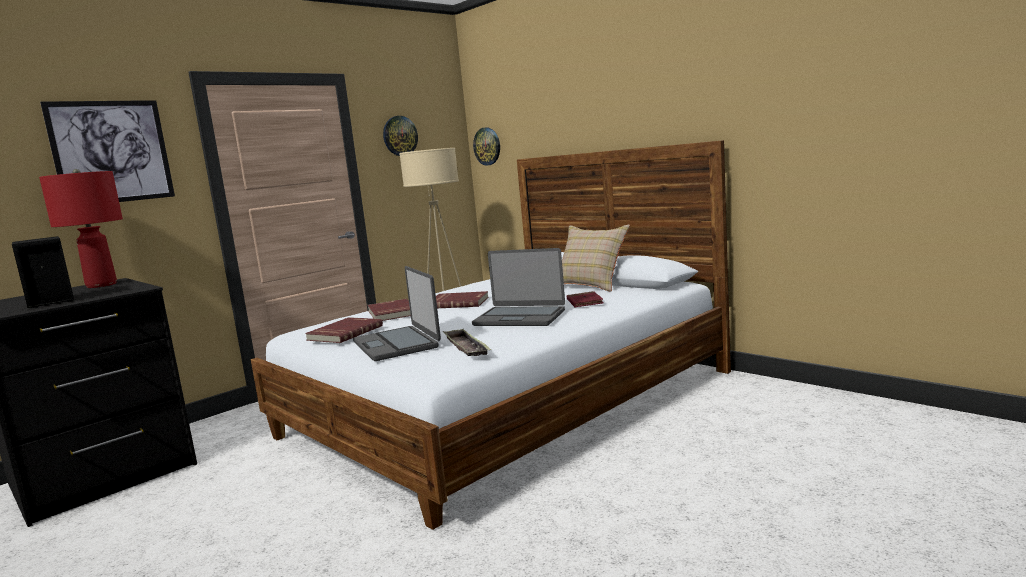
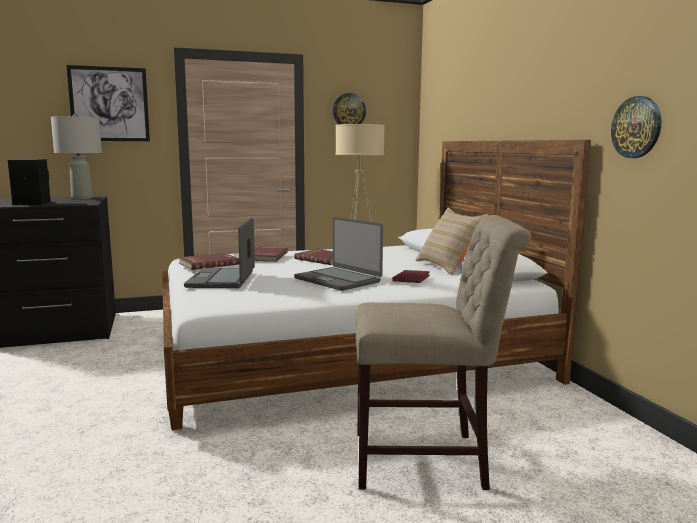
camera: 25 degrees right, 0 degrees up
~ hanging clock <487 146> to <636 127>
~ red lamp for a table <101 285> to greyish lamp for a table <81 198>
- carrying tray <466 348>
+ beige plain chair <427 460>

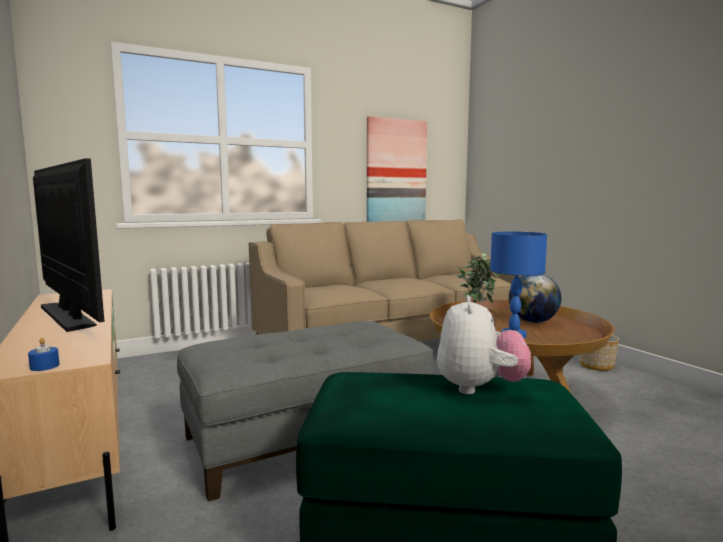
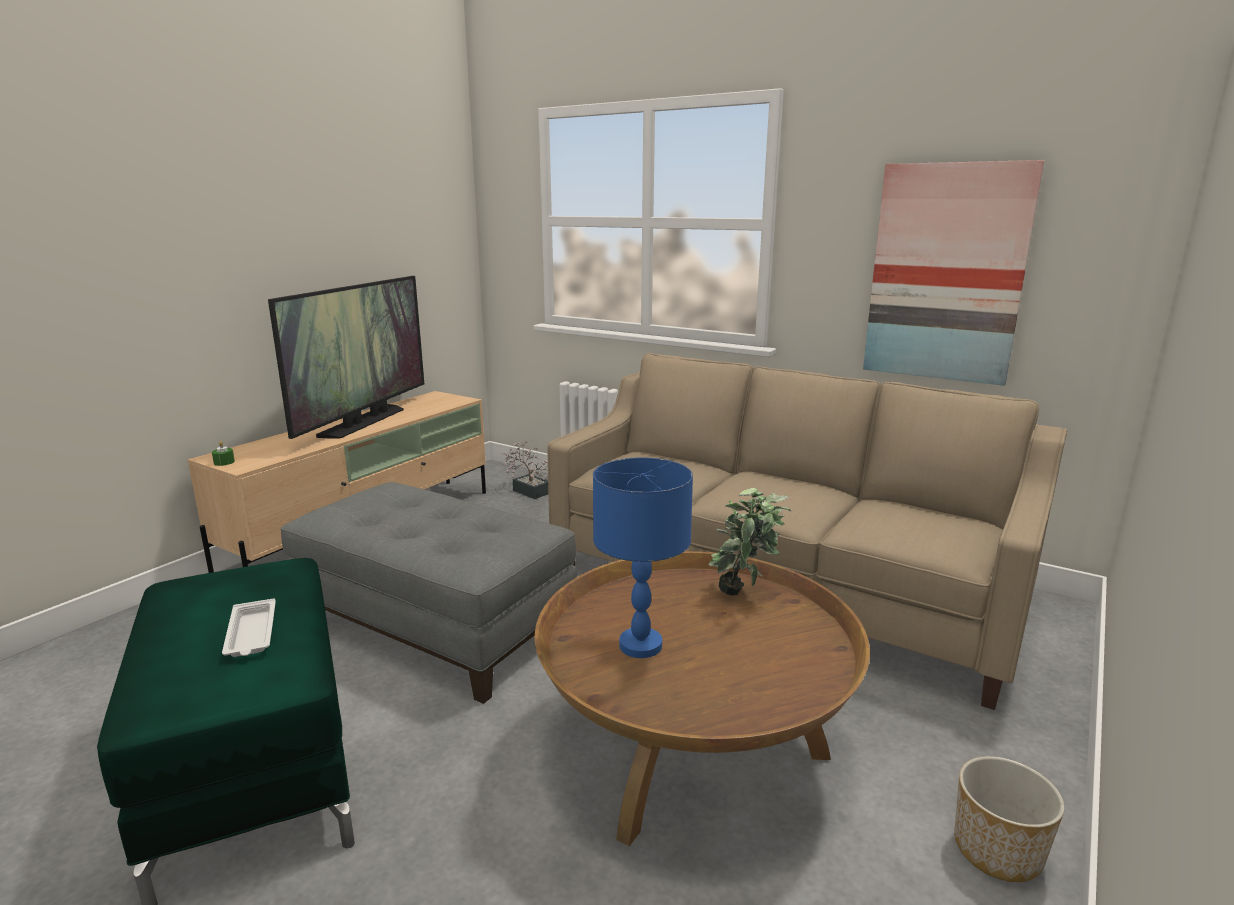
camera: 60 degrees right, 10 degrees up
- desk globe <533 322>
~ plush toy <479 388> to white carrying tray <251 634>
~ blue candle <44 366> to greenish candle <224 462>
+ houseplant <529 490>

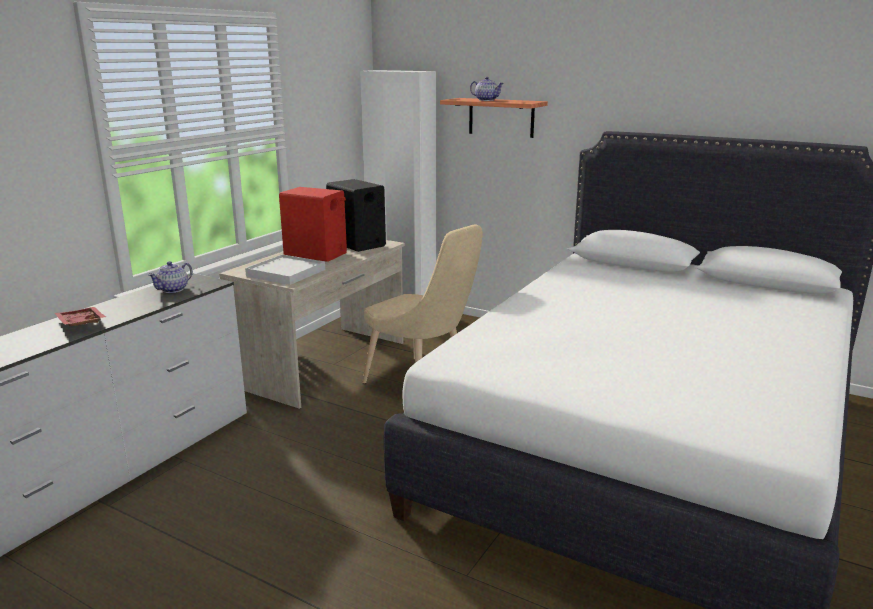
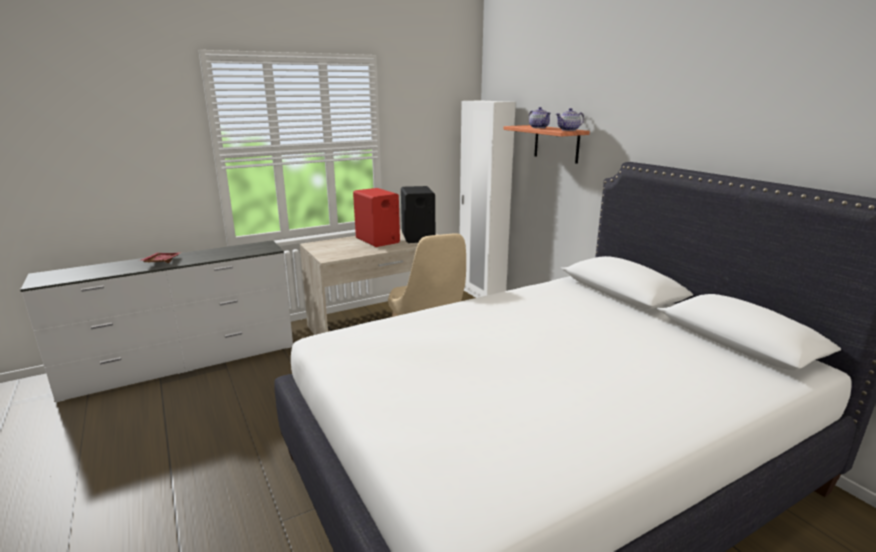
camera: 30 degrees right, 0 degrees up
- white carrying tray <286 273>
~ pot for tea <173 289> to <569 130>

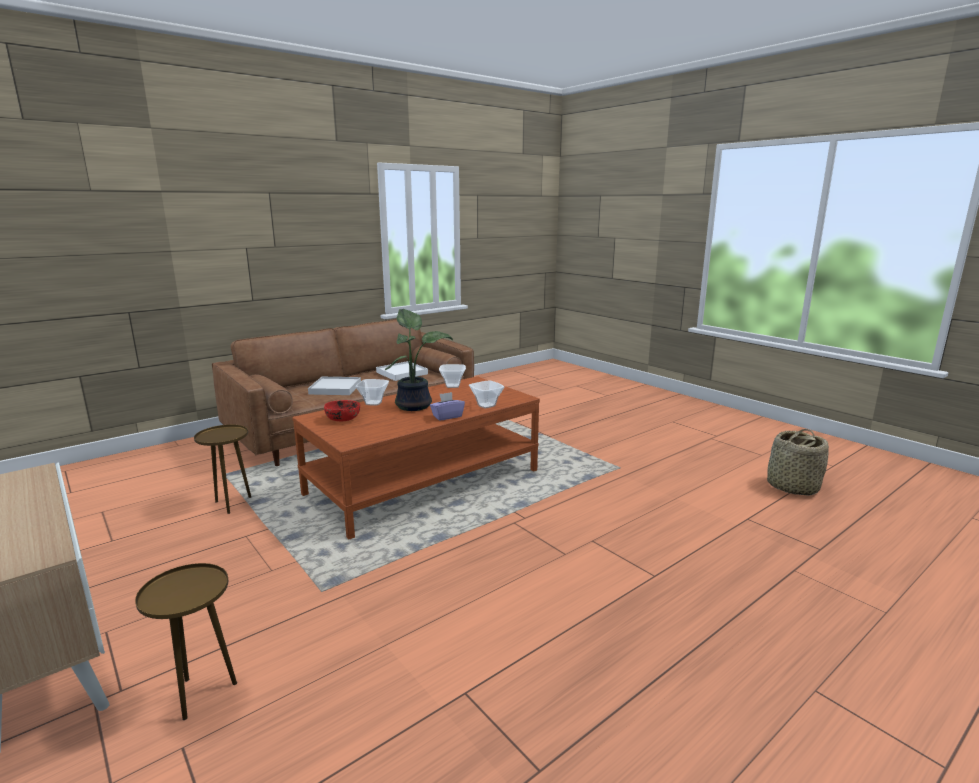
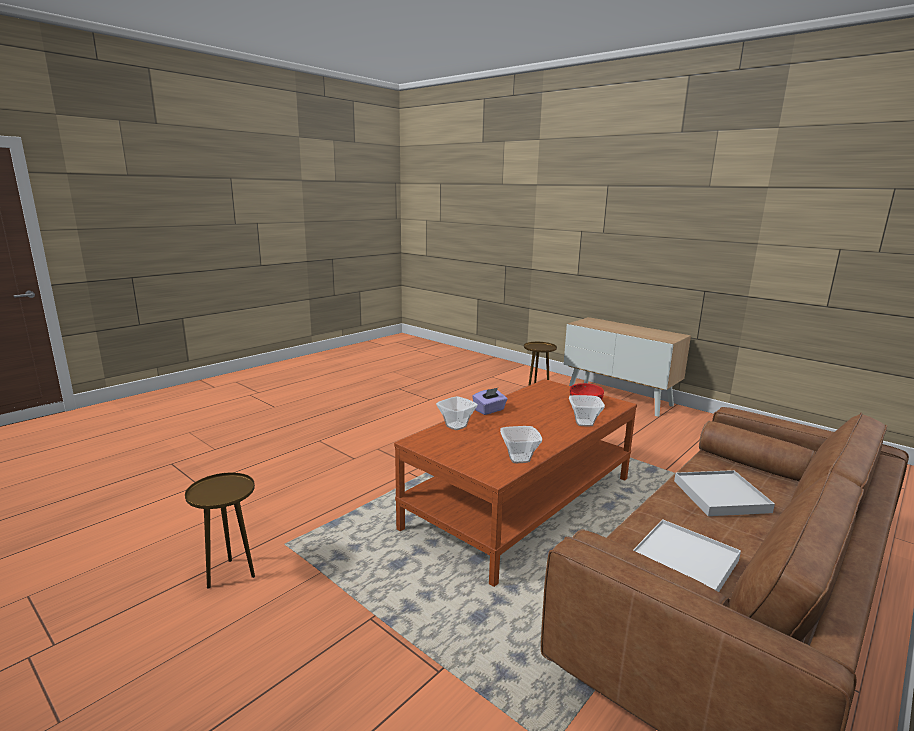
camera: 170 degrees right, 0 degrees up
- houseplant <415 405>
~ brownish side table <231 504> to <231 574>
- household basket <792 487>

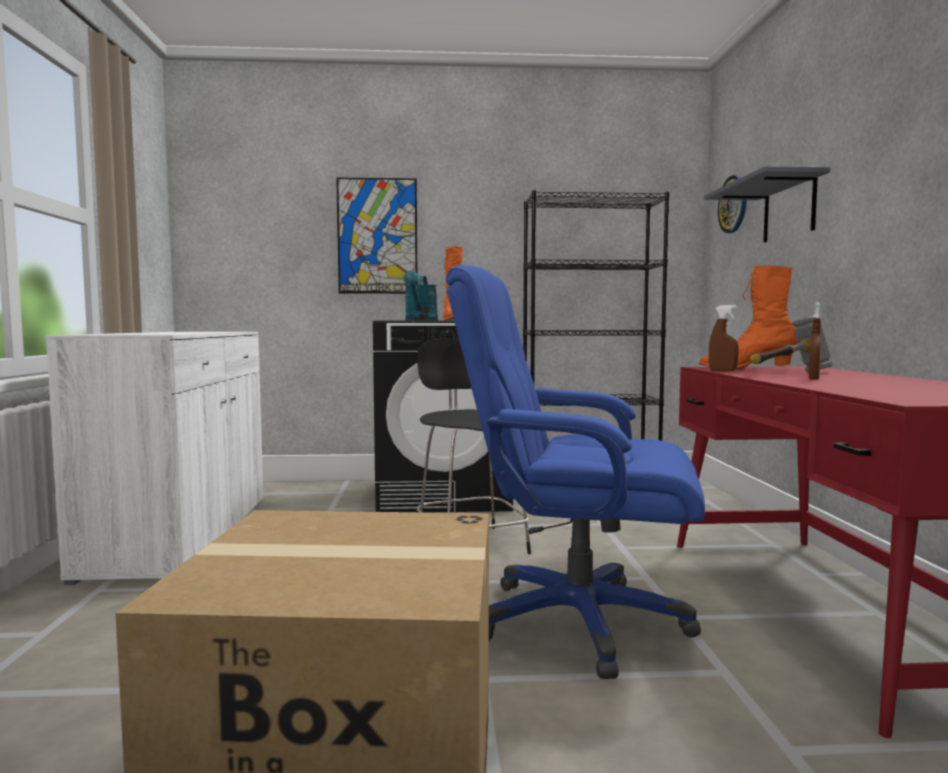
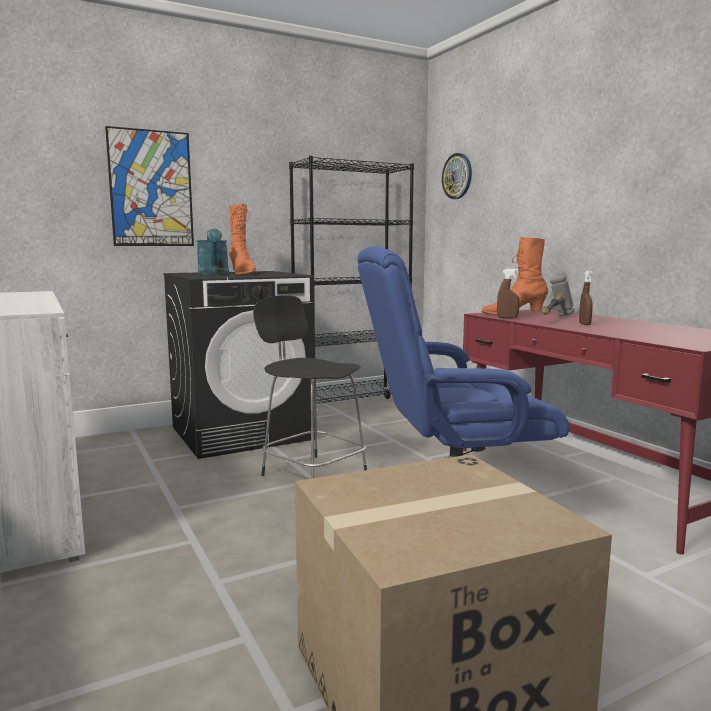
camera: 25 degrees left, 5 degrees up
- greyish bracket shelf <789 209>

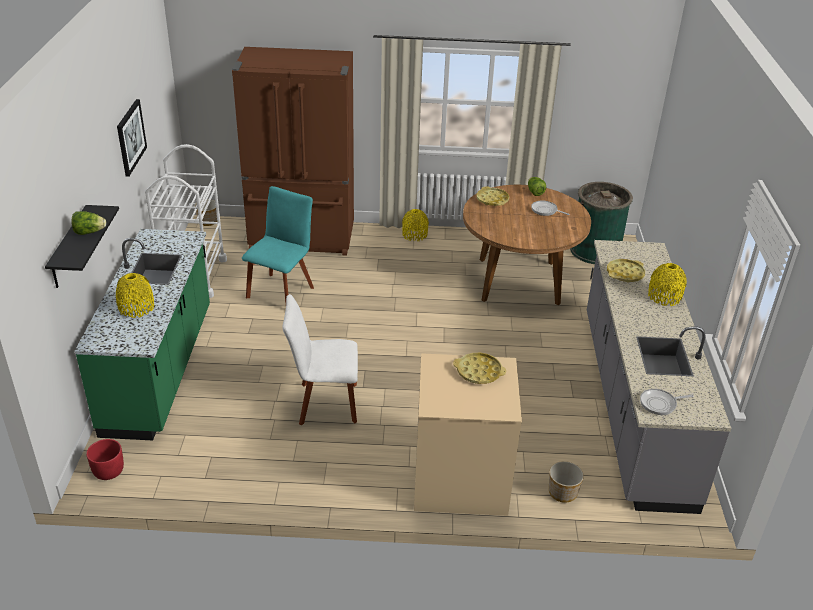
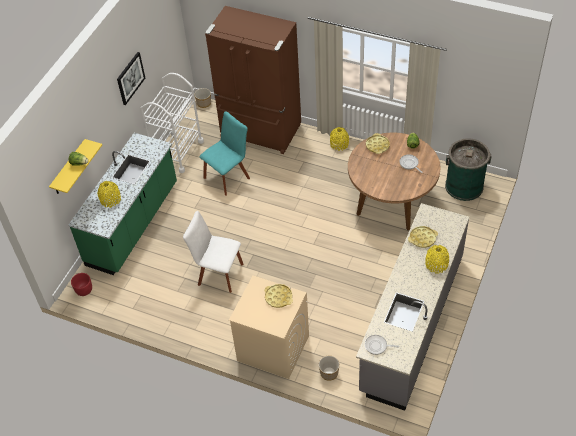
camera: 25 degrees right, 15 degrees up
~ black bracket shelf <69 248> to yellow bracket shelf <69 168>

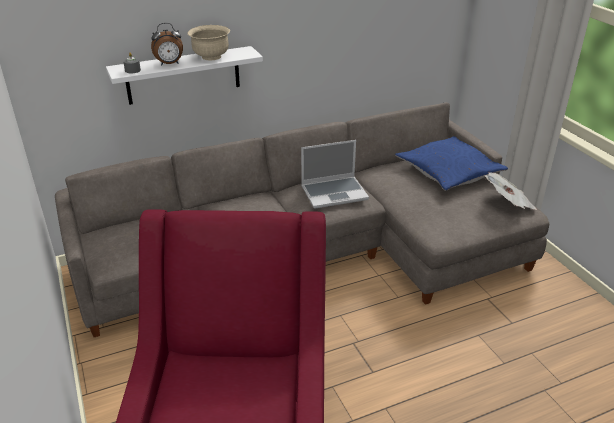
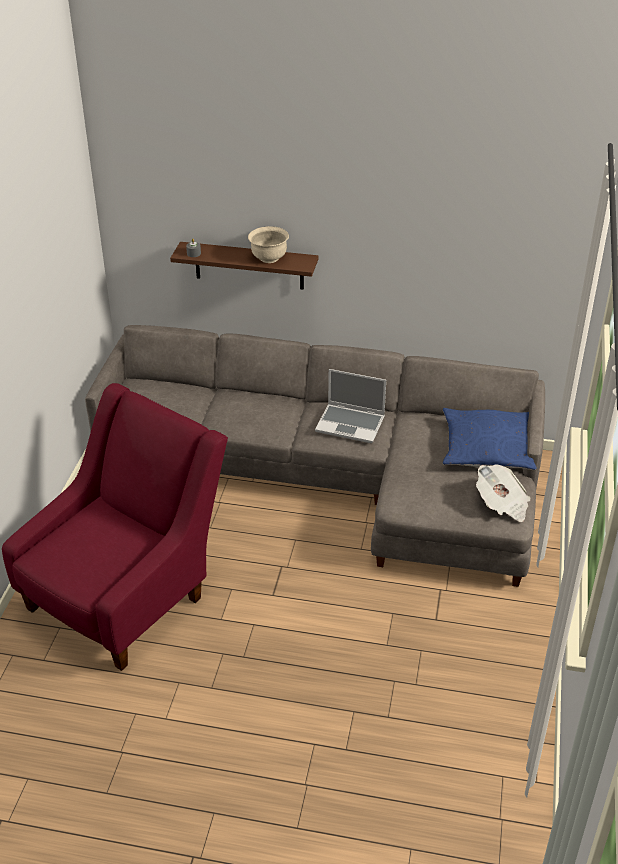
camera: 35 degrees right, 5 degrees up
- bedside clock <169 64>
~ white bracket shelf <183 75> to brownish bracket shelf <249 265>

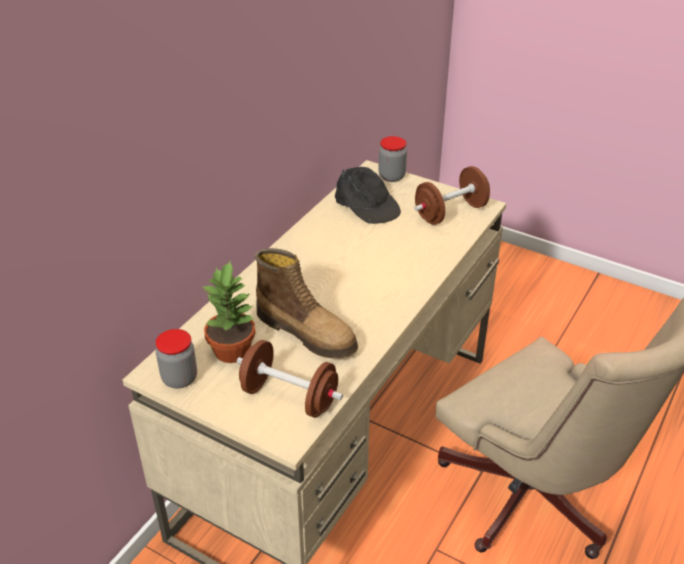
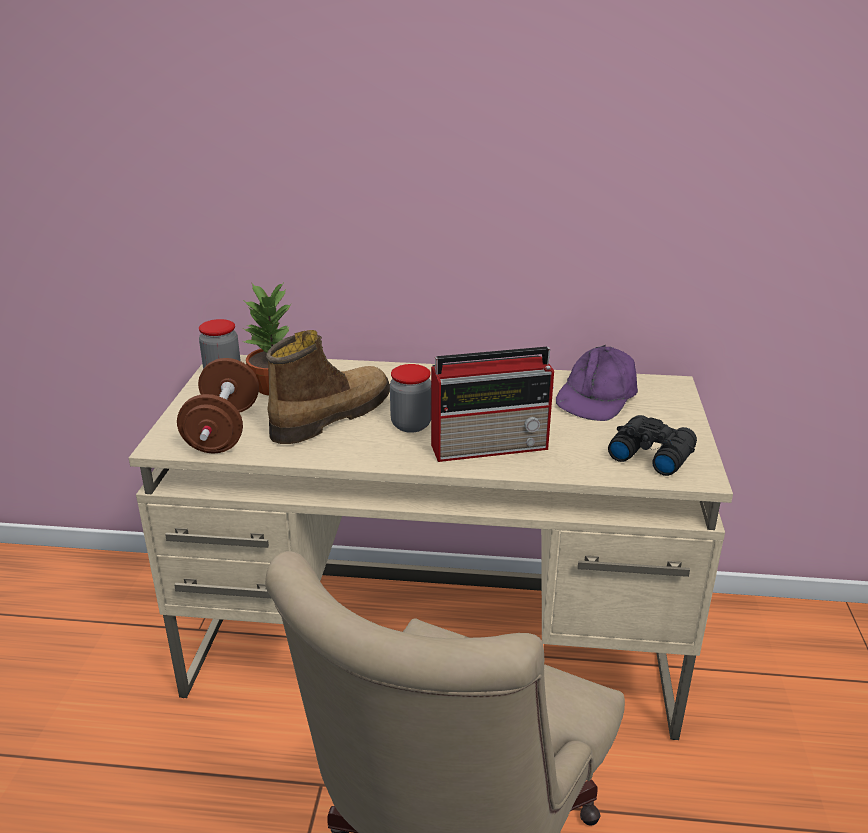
camera: 65 degrees right, 10 degrees down
~ jar <391 176> to <411 425>
~ brownish dumbbell <450 212> to black field glasses <650 454>
~ black baseball cap <366 204> to purple baseball cap <597 396>
~ boot <307 332> = <330 416> 150 degrees counterclockwise
+ radio <491 446>

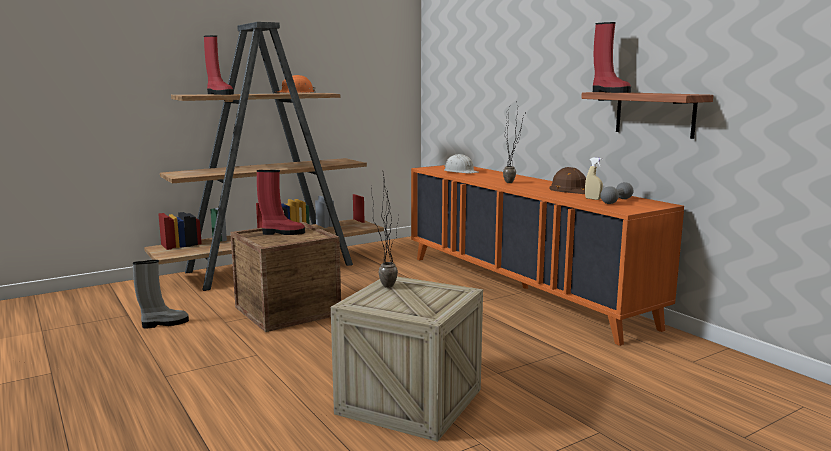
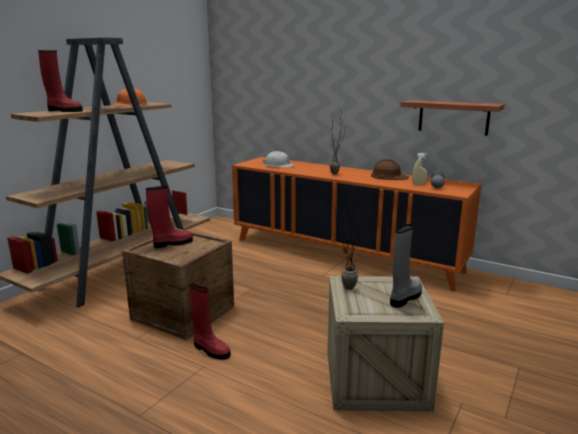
camera: 25 degrees left, 5 degrees up
~ red boot <609 92> to <210 350>
~ greyish boot <164 324> to <405 298>

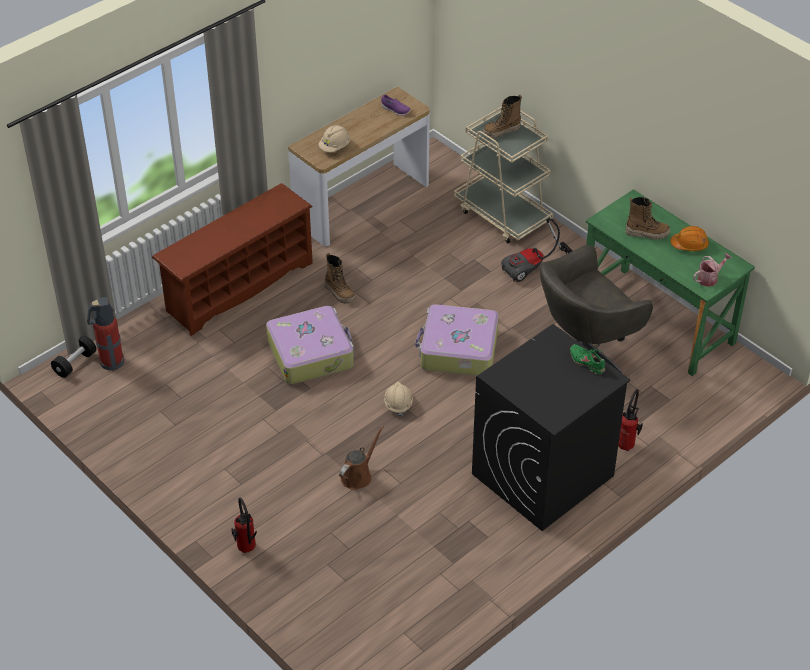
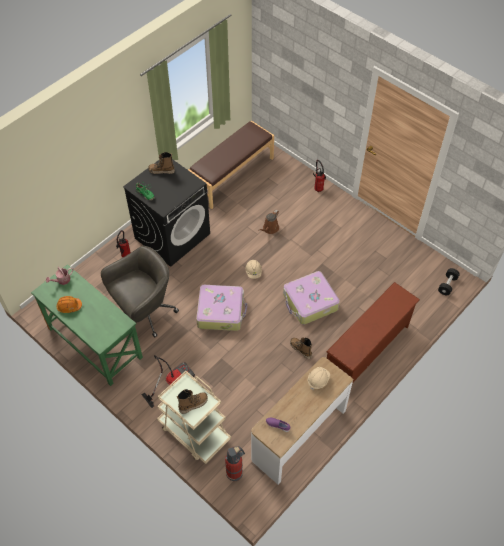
camera: 175 degrees right, 10 degrees up
~ boot <647 233> to <161 171>
~ extinguisher <110 362> to <235 472>
+ brownish long seat <231 175>

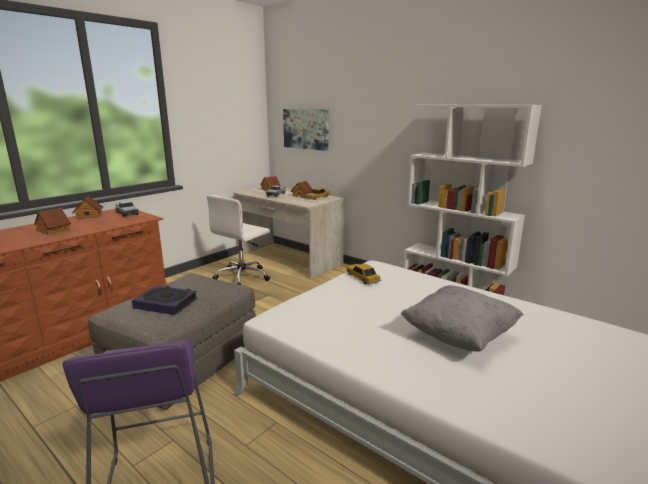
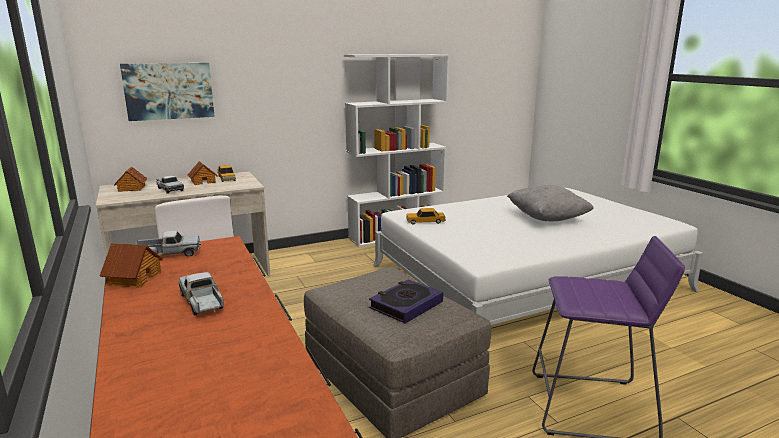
camera: 65 degrees left, 0 degrees up
~ toy house <53 231> to model truck <202 302>

